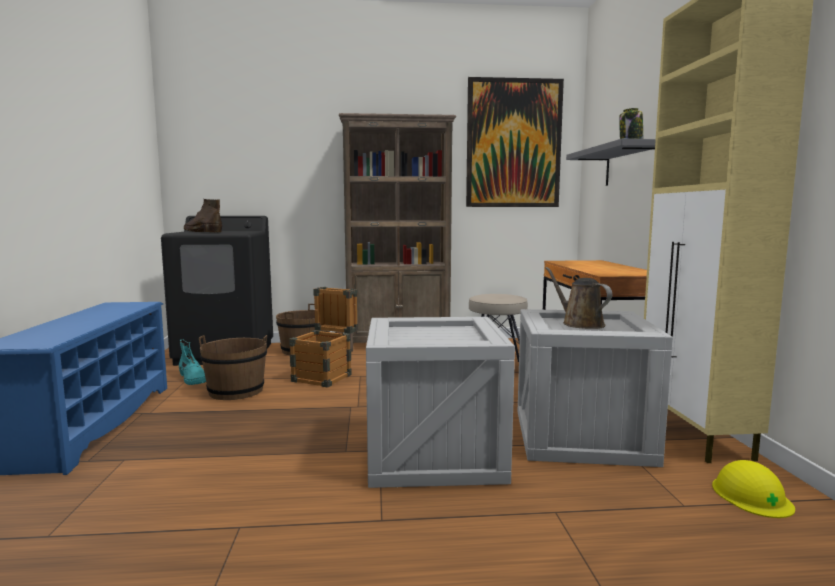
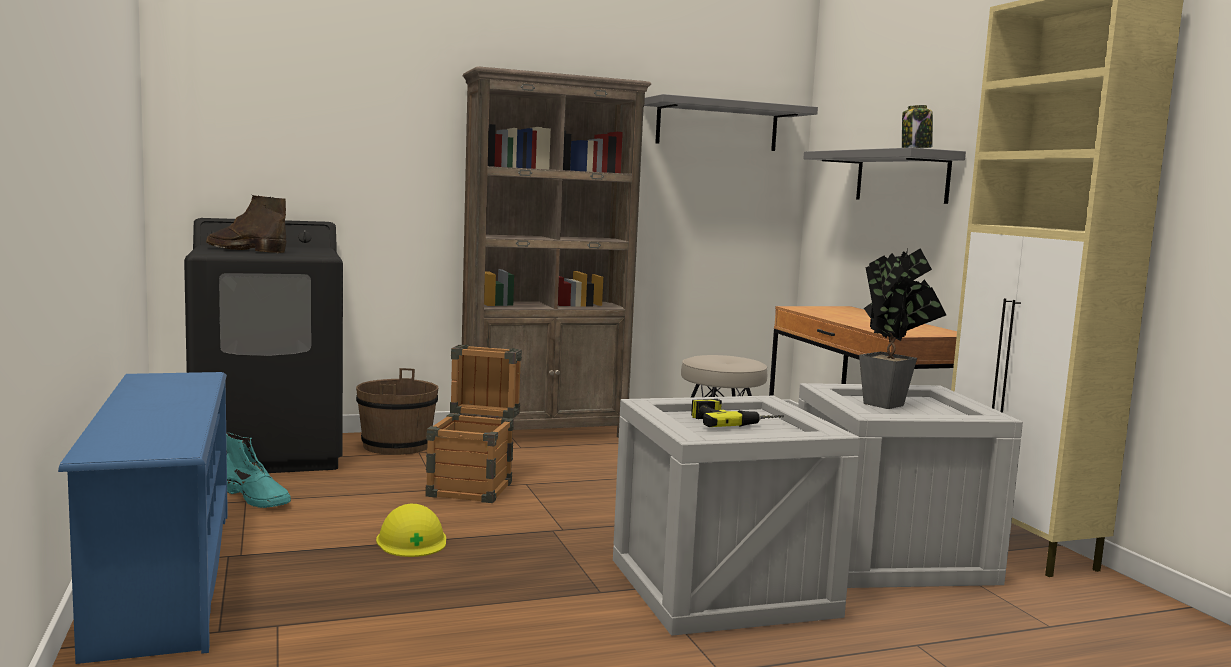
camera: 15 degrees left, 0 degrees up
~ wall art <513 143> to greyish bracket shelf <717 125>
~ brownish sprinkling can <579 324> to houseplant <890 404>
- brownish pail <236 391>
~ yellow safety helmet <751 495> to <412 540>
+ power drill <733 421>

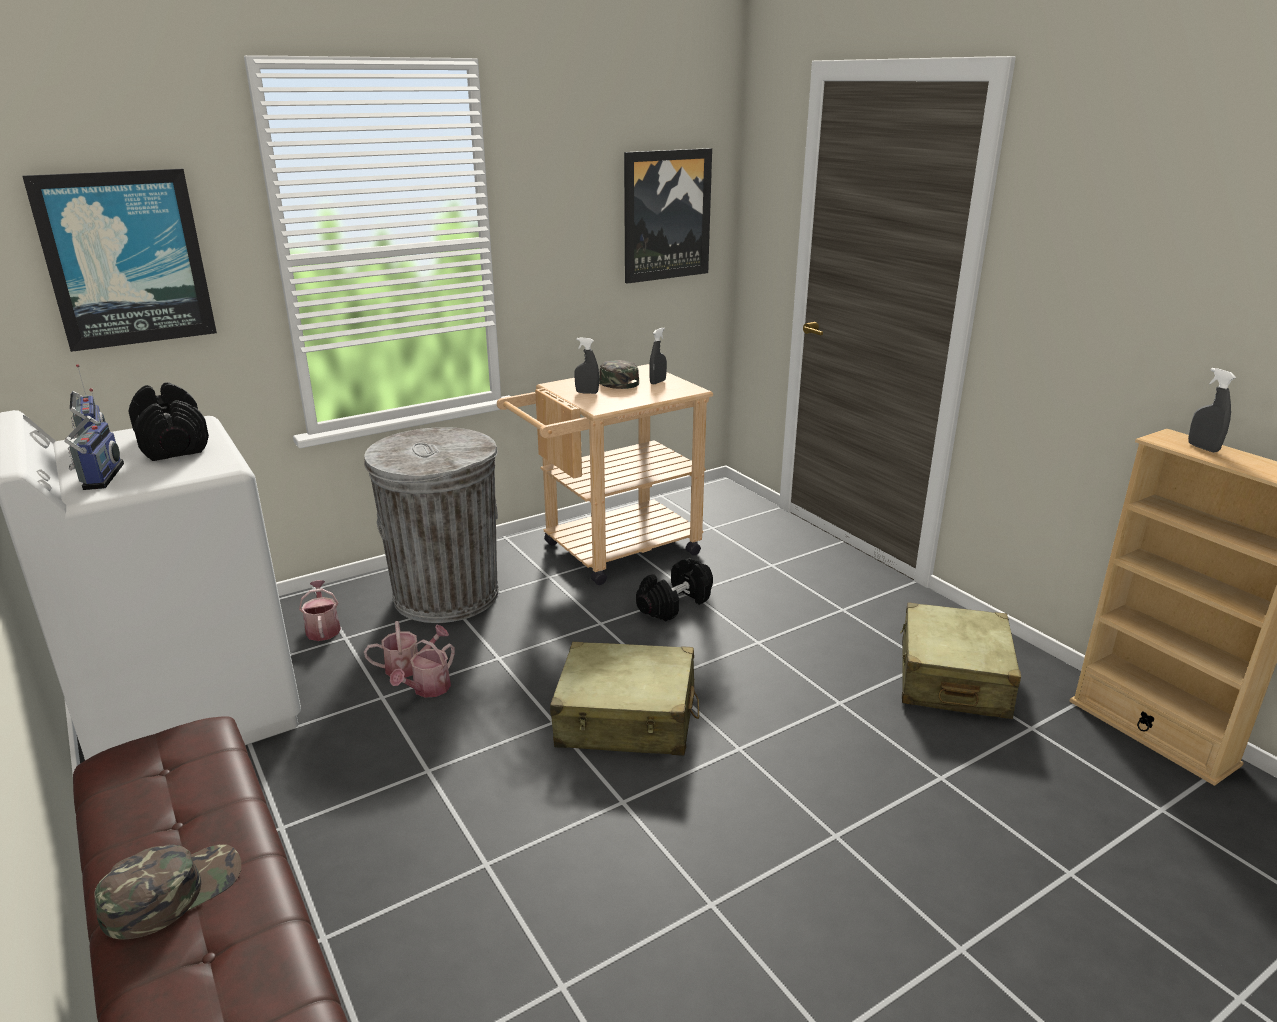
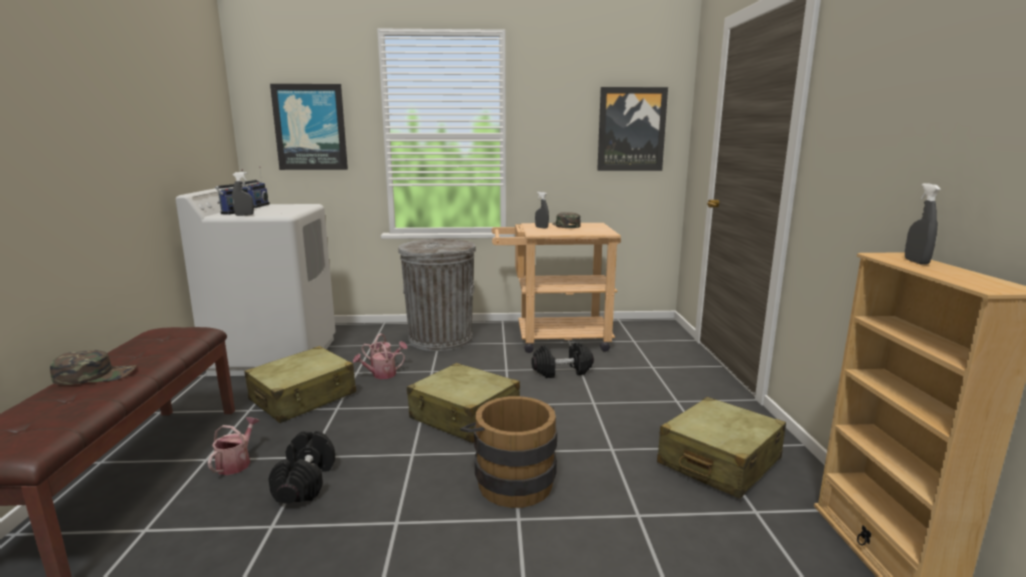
camera: 30 degrees right, 10 degrees down
~ greyish sprayer <657 382> to <244 215>
~ black dumbbell <173 444> to <305 482>
~ sprinkling can <323 628> to <236 463>
+ beige suitcase <303 397>
+ brownish pail <511 479>

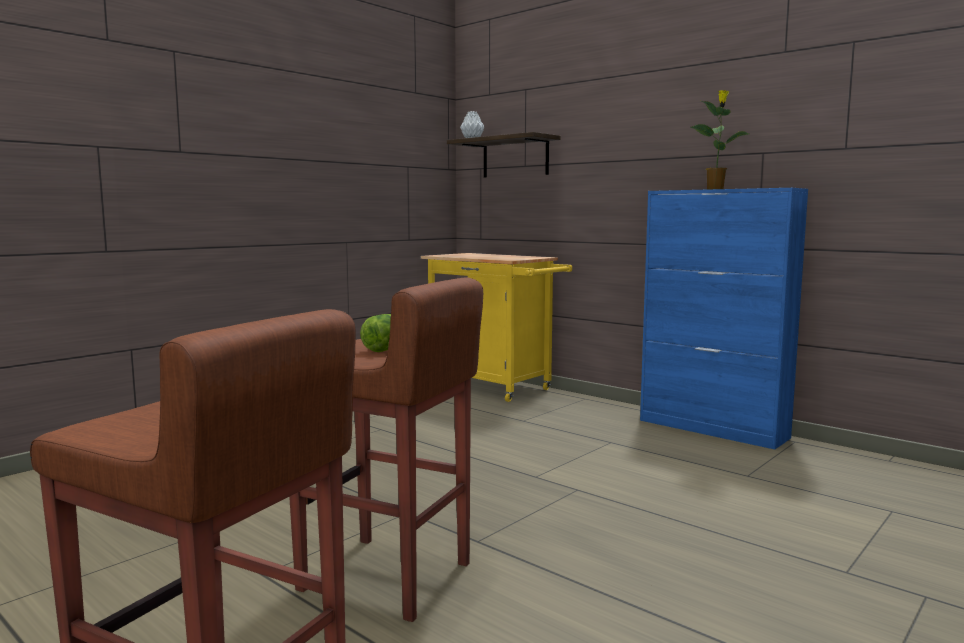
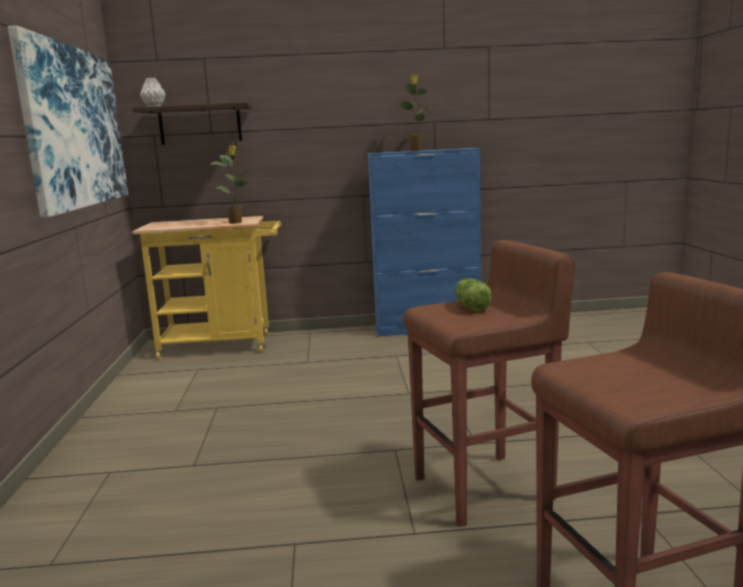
camera: 45 degrees left, 5 degrees up
+ wall art <75 127>
+ houseplant <236 222>

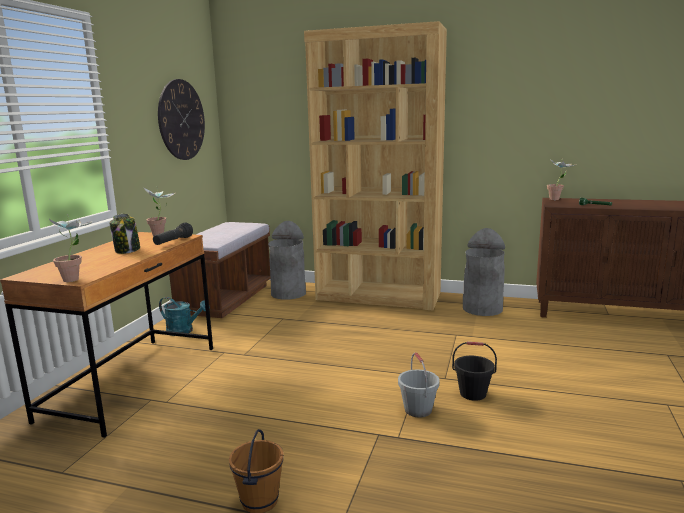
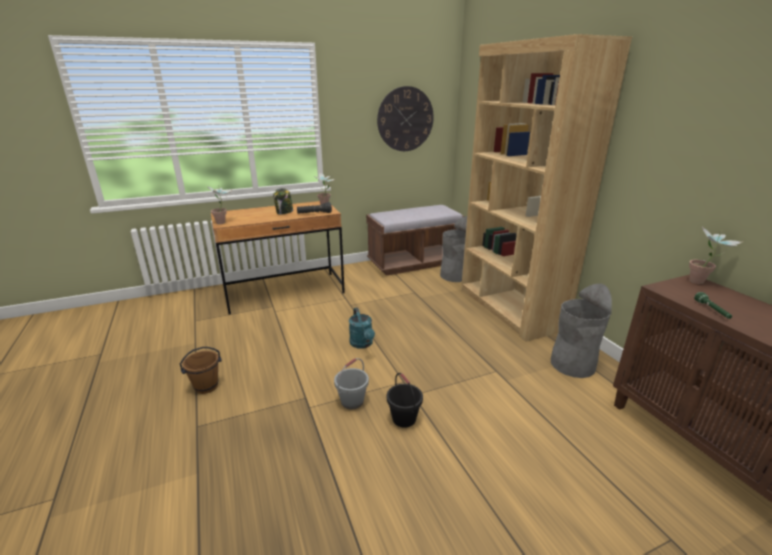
camera: 50 degrees right, 10 degrees up
~ turquoise sprinkling can <184 331> to <362 344>

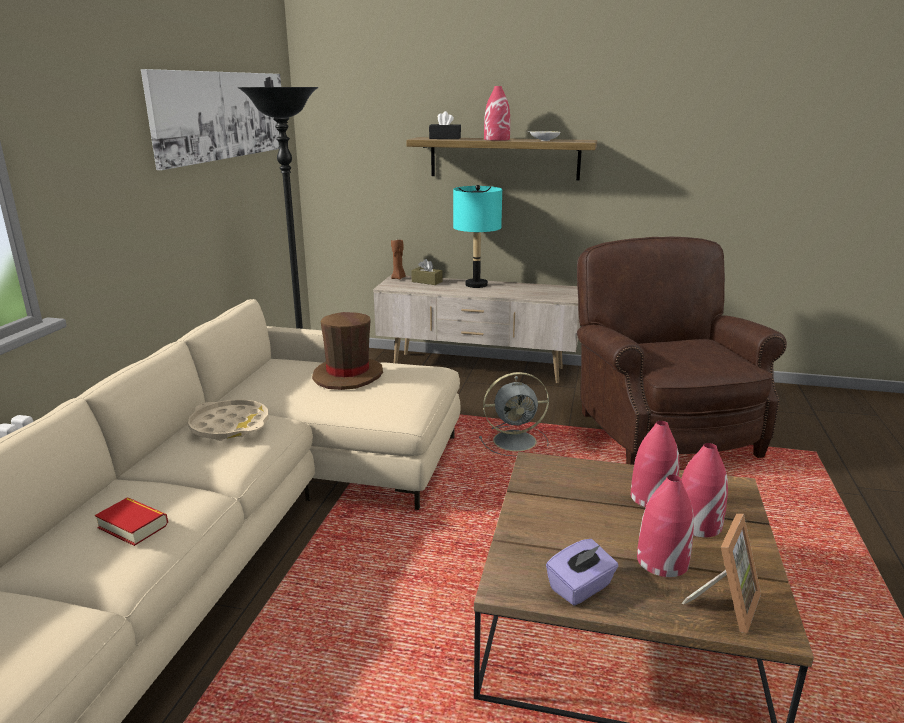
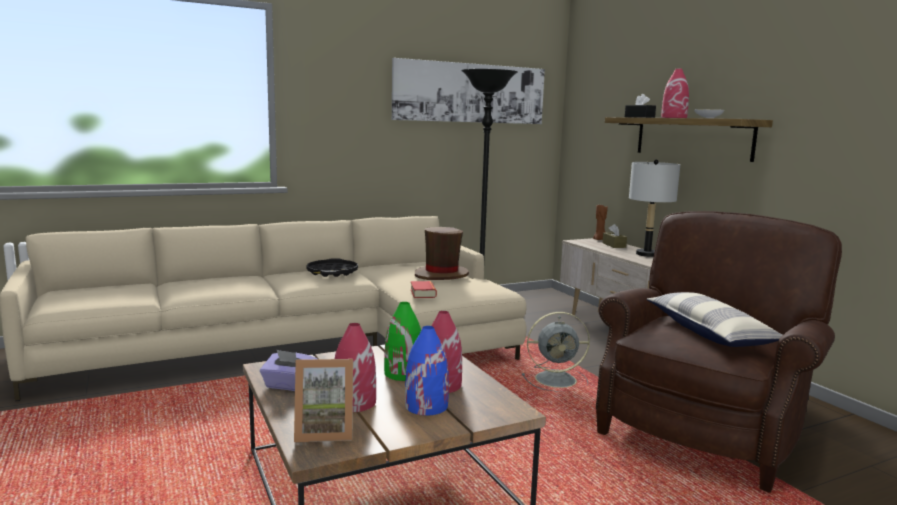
camera: 50 degrees right, 10 degrees down
~ turquoise lamp for a table <476 285> to greyish lamp for a table <647 254>
~ greyish fan <516 441> = <557 380> 45 degrees counterclockwise
~ beige carrying tray <230 426> to black carrying tray <332 272>
~ red vase <697 524> to blue vase <426 405>
~ bound book <133 526> to <423 293>
+ throw pillow <709 332>
+ greenish vase <403 373>

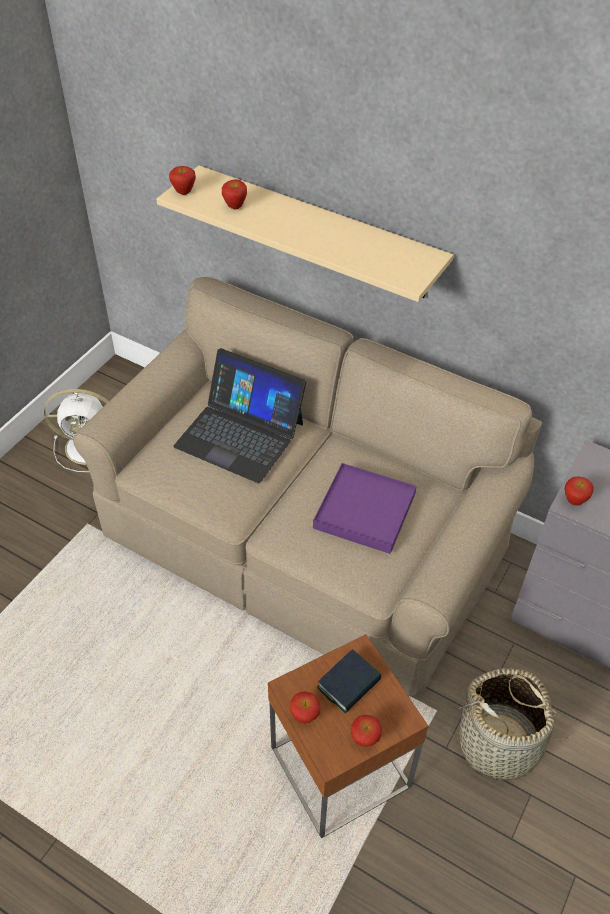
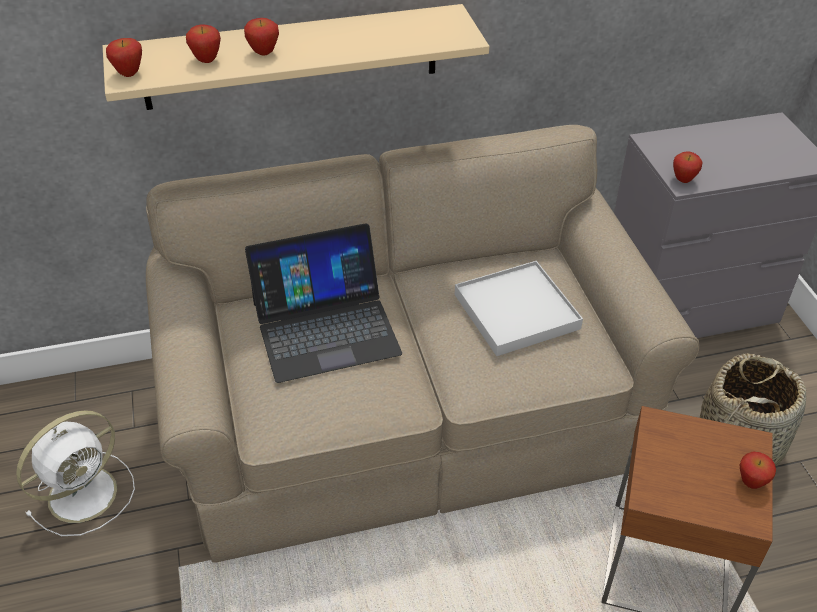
camera: 45 degrees left, 5 degrees down
~ purple carrying tray <365 511> to white carrying tray <517 312>
- bound book <349 684>
~ apple fruit <304 716> to <264 53>

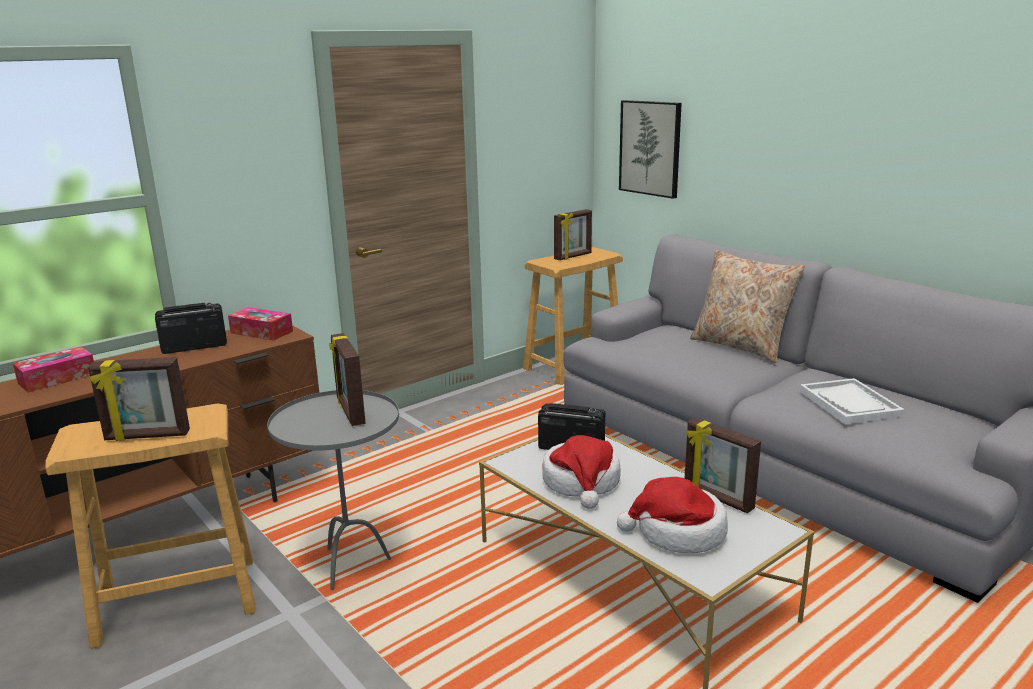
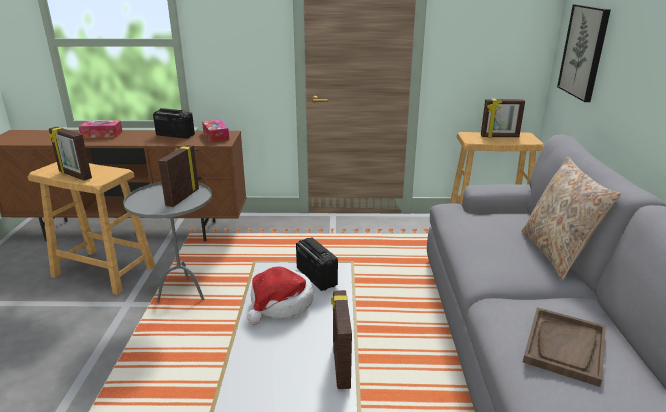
camera: 40 degrees right, 5 degrees up
~ white carrying tray <849 403> to brownish carrying tray <565 347>
- wearable hat <678 532>

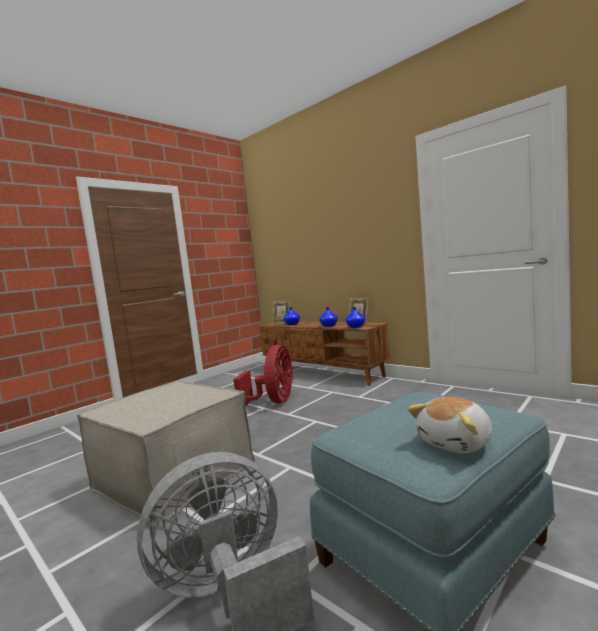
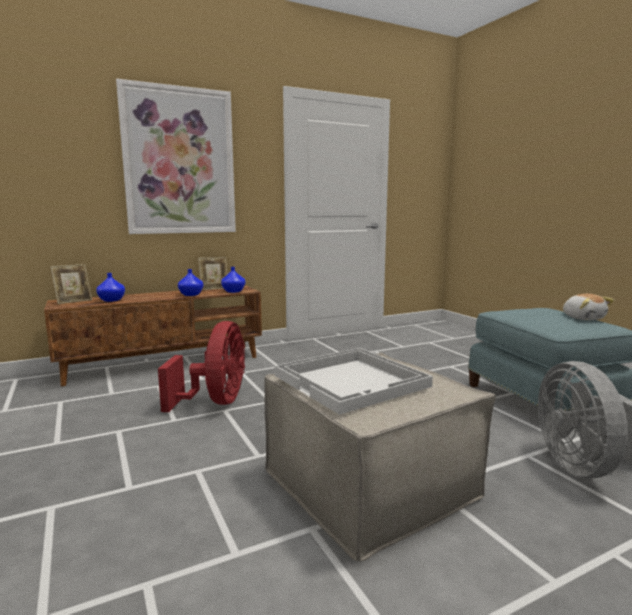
camera: 70 degrees left, 5 degrees up
~ red fan <274 402> = <216 402> 60 degrees clockwise
+ wall art <179 162>
+ white carrying tray <352 381>

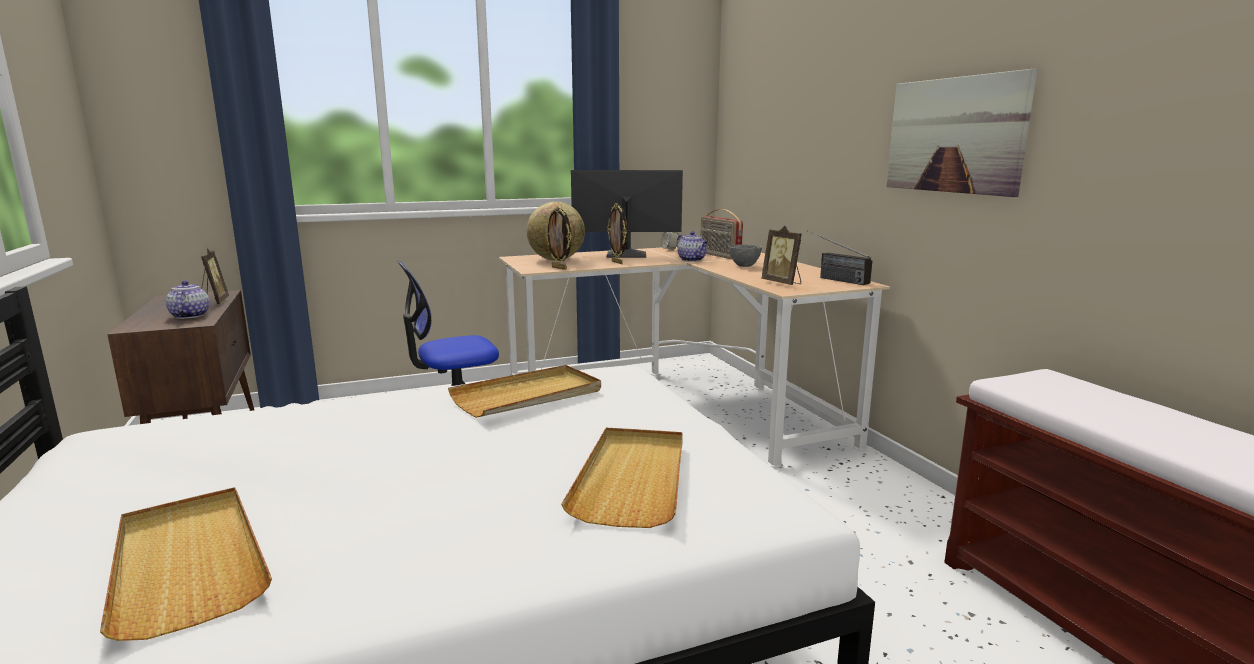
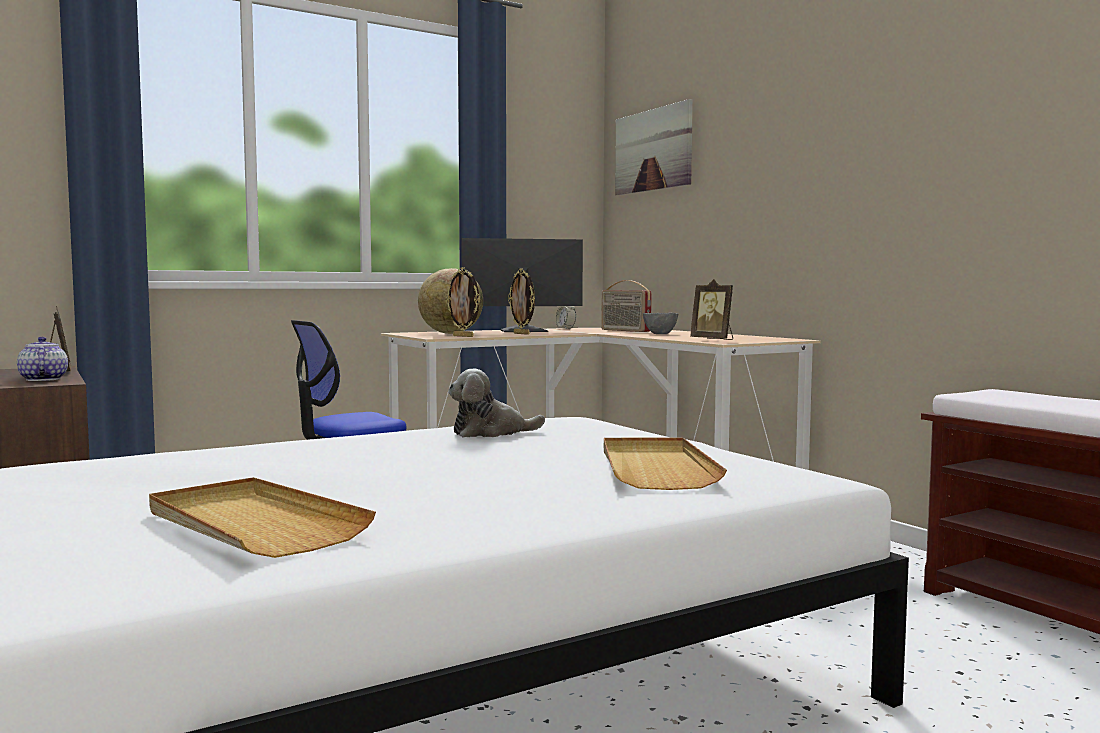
camera: 10 degrees left, 10 degrees down
~ wall art <954 135> to <653 150>
- radio <832 279>
- pot for tea <692 260>
~ beige carrying tray <528 396> to plush toy <491 432>

